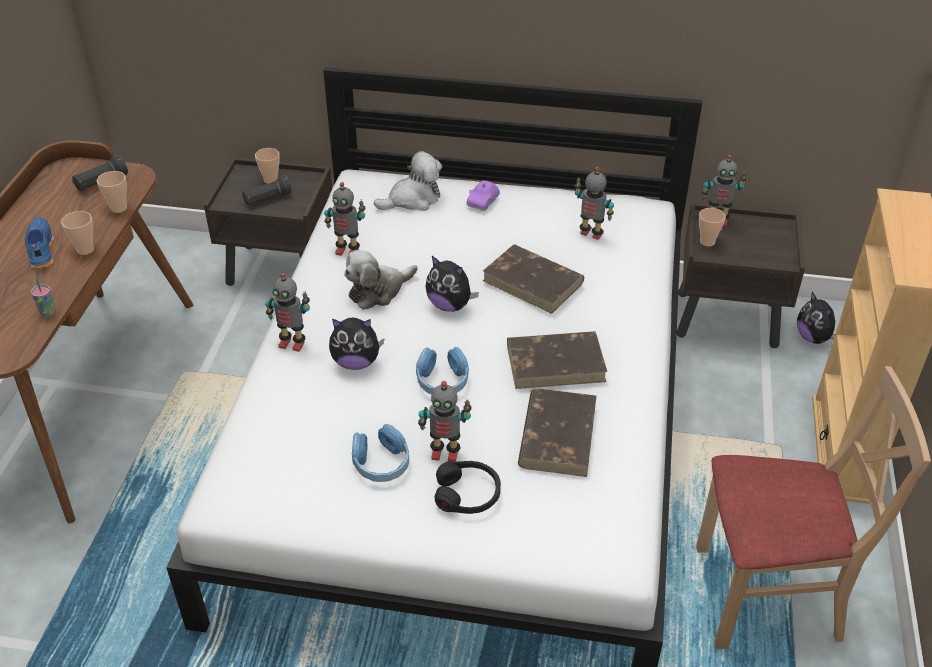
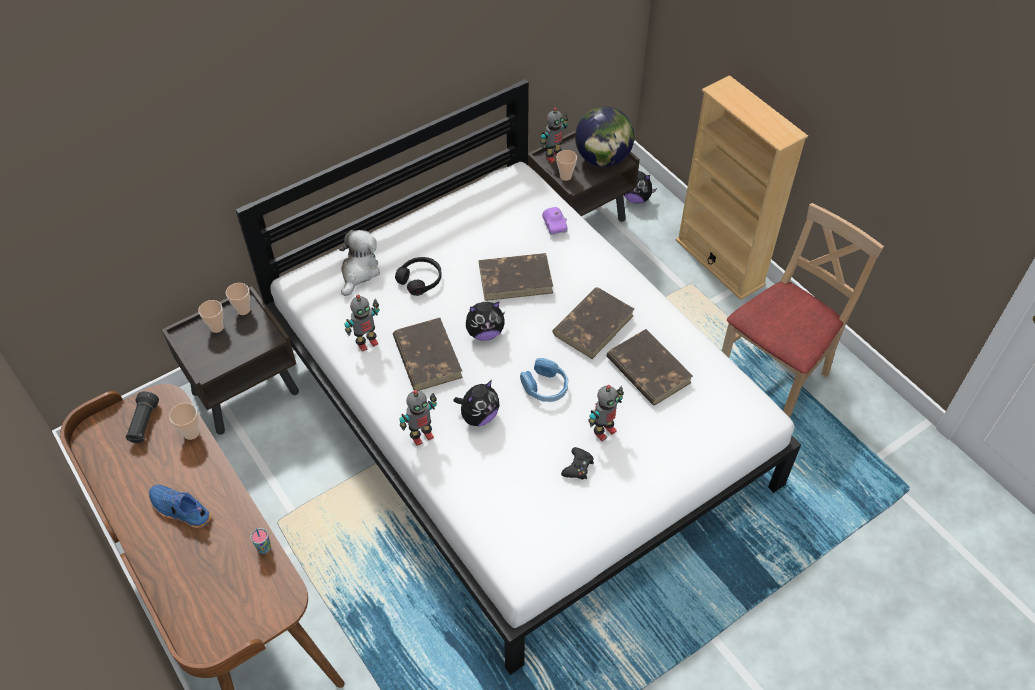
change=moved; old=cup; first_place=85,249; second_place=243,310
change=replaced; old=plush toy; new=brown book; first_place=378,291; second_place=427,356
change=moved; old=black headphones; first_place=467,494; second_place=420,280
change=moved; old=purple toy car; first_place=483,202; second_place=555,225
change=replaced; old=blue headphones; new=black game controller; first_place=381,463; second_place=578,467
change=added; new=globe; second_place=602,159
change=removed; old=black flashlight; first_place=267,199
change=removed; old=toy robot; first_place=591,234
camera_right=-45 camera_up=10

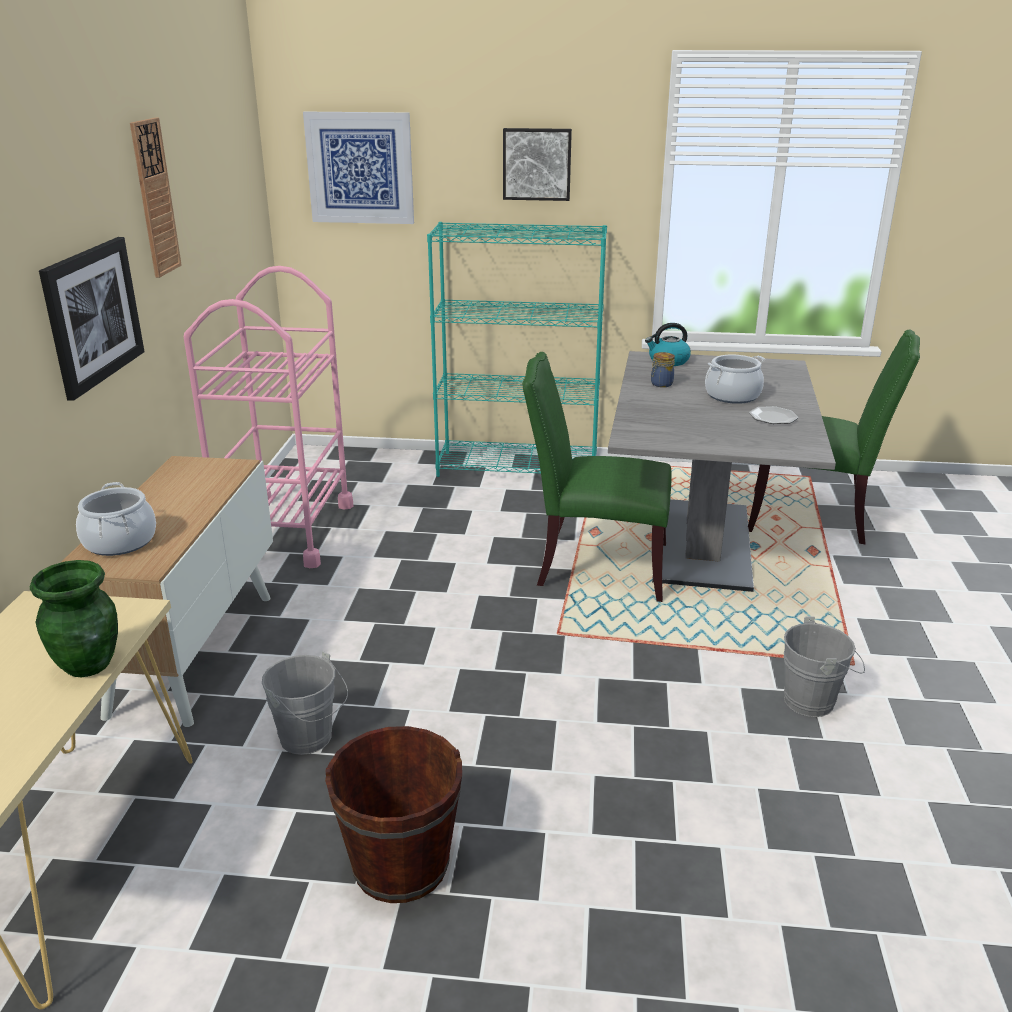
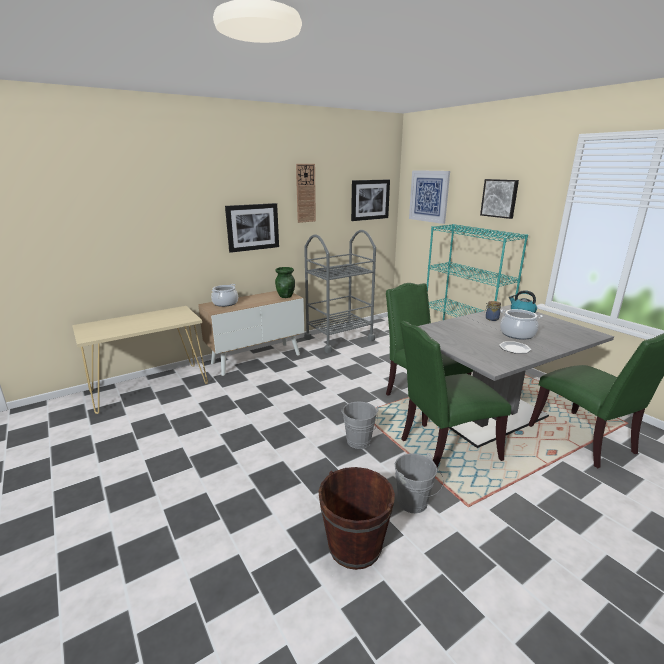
change=moved; old=green vase; first_place=89,664; second_place=286,296
change=recoloured; old=pink cart; new=grey cart; first_place=286,531; second_place=339,339
change=moved; old=brown bucket; first_place=401,865; second_place=354,546
change=moved; old=grey bucket; first_place=310,740; second_place=359,443
change=added; new=picture; second_place=370,200
change=added; new=green chair; second_place=445,449
camera_right=50 camera_up=-5

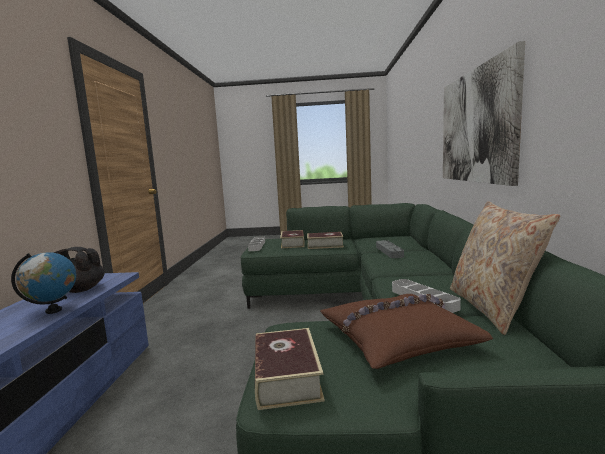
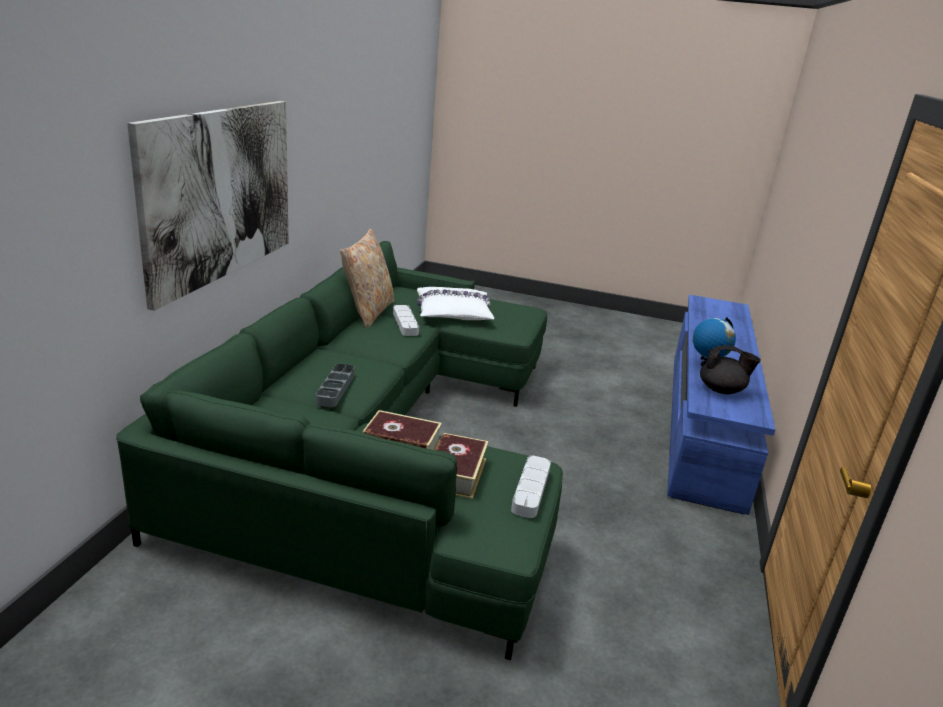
change=recoloured; old=brown pillow; new=white pillow; first_place=397,338; second_place=453,313
change=removed; old=book; first_place=286,376
camera_right=-170 camera_up=15

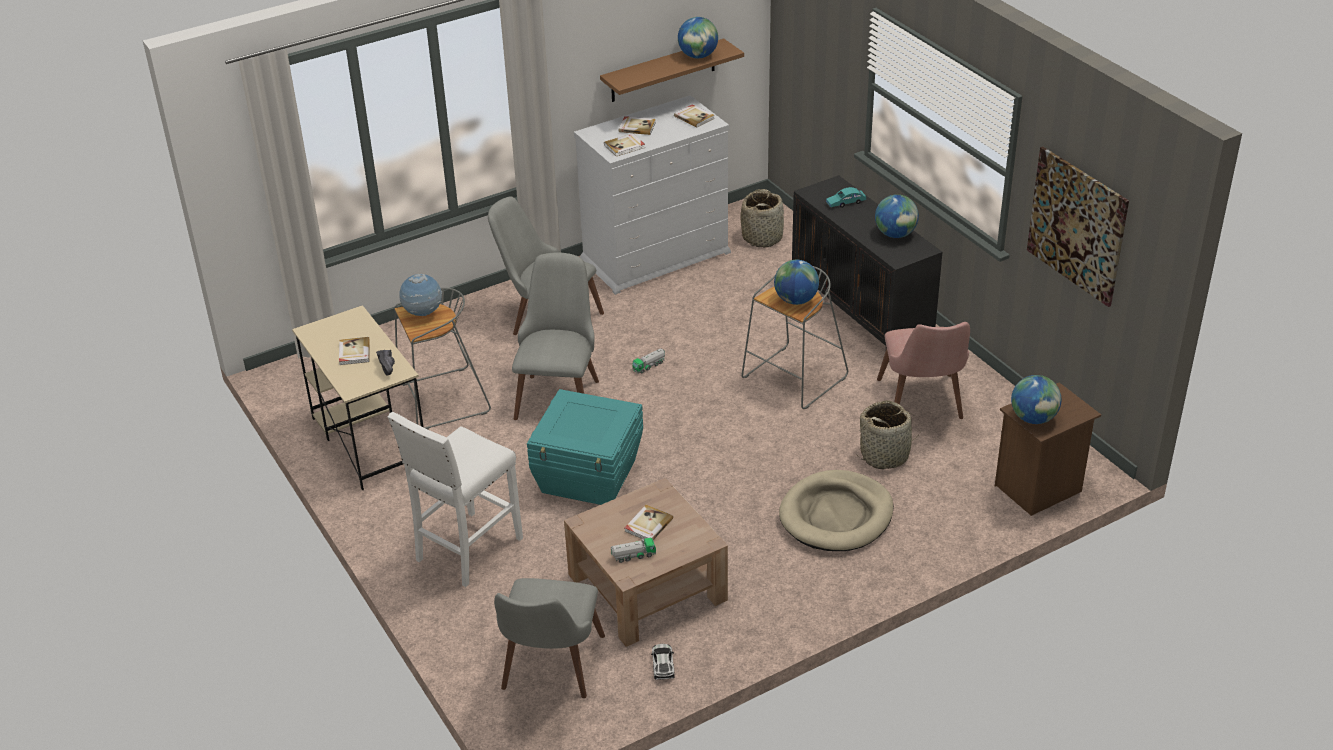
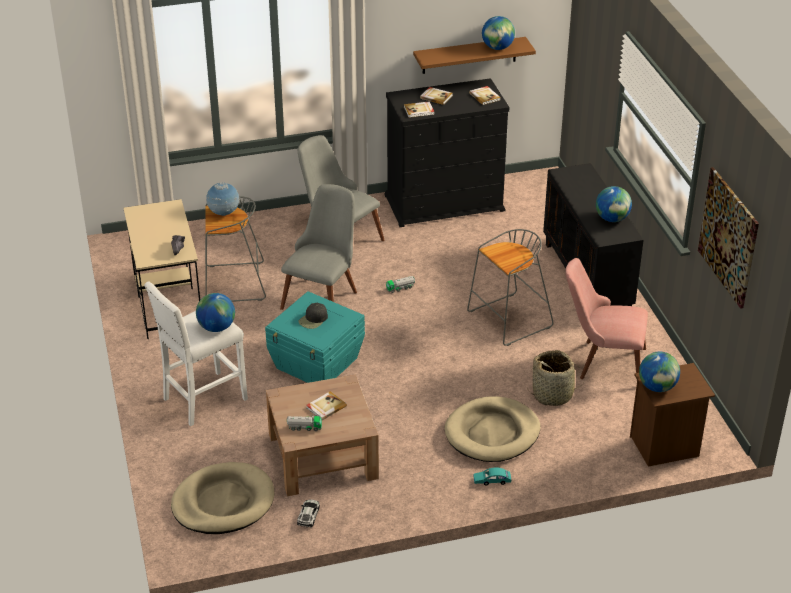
change=replaced; old=grey chair; new=beige dog bed; first_place=549,672; second_place=223,502
change=moved; old=globe; first_place=795,300; second_place=216,327
change=added; new=black cap; second_place=313,319
change=recoloured; old=white dresser; new=black dresser; first_place=656,256; second_place=445,203
change=moved; old=turquoise toy car; first_place=845,203; second_place=492,481
change=turned; old=pink chair; first_place=923,406; second_place=602,362; degrees=90
change=removed; old=book; first_place=354,353
change=removed; old=basket; first_place=762,237
camera_right=15 camera_up=0

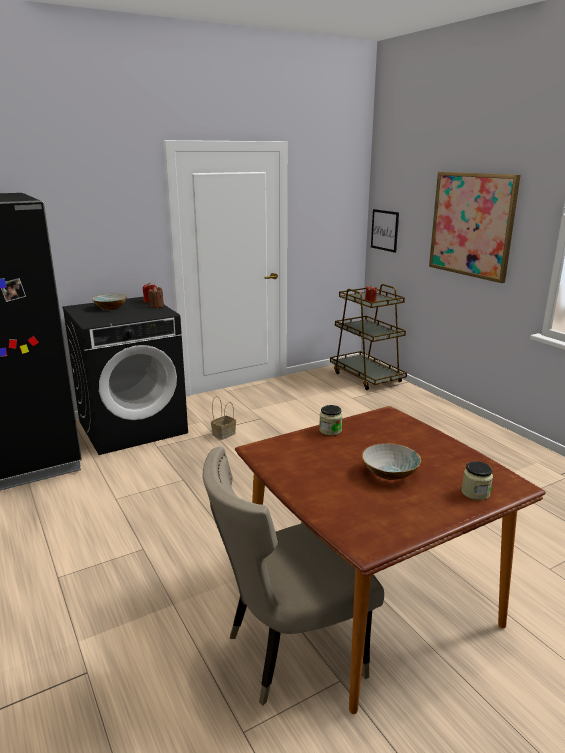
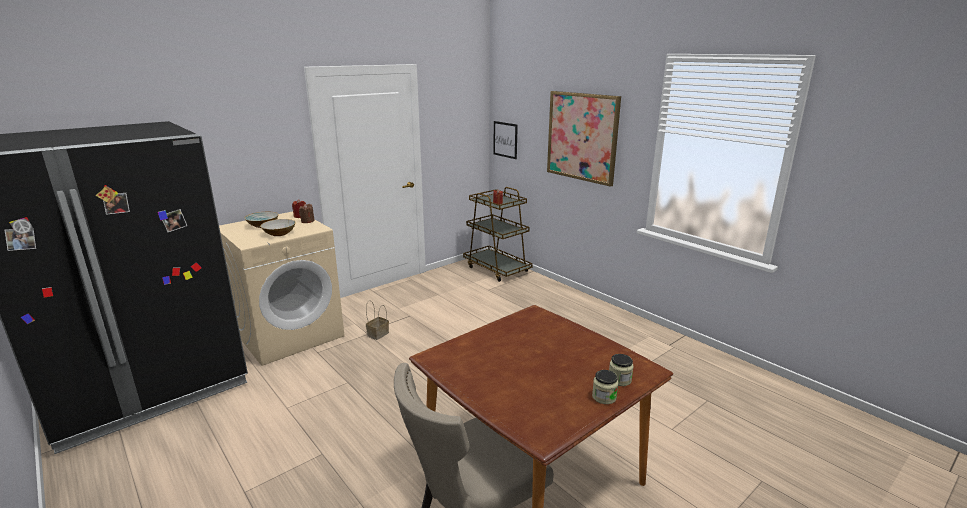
change=recoloured; old=black washing machine; new=beige washing machine; first_place=133,427; second_place=290,334
change=moved; old=bowl; first_place=389,473; second_place=279,234
change=moved; old=jar; first_place=330,430; second_place=604,397
camera_right=-10 camera_up=0

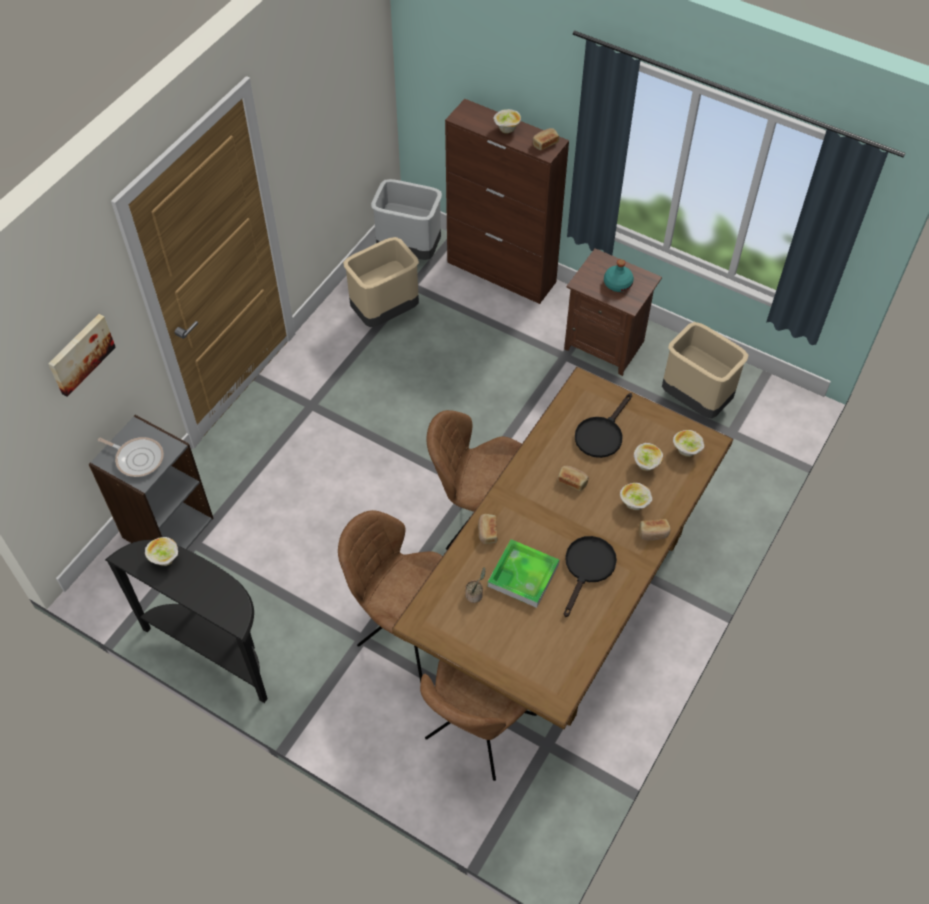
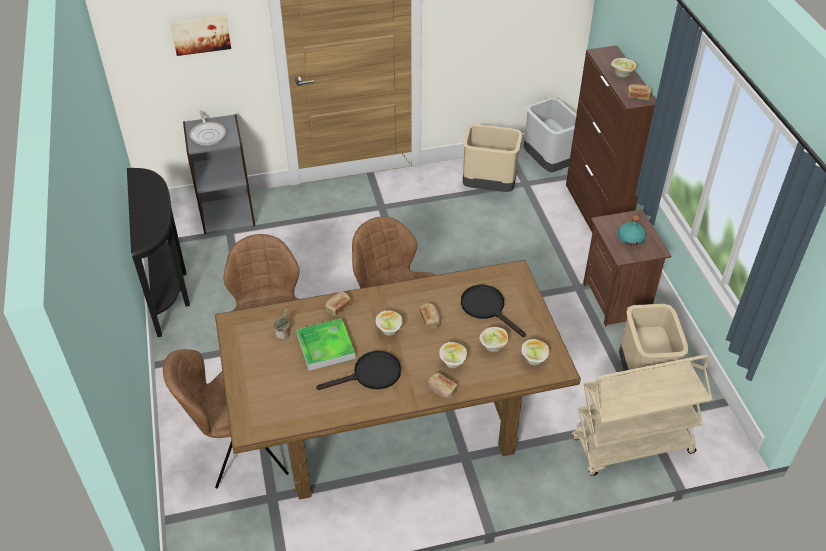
change=moved; old=bowl; first_place=165,559; second_place=389,331
change=turned; old=black frying pan; first_place=601,434; second_place=487,308; degrees=60
change=added; new=beige cart; second_place=632,446
camera_right=45 camera_up=-10

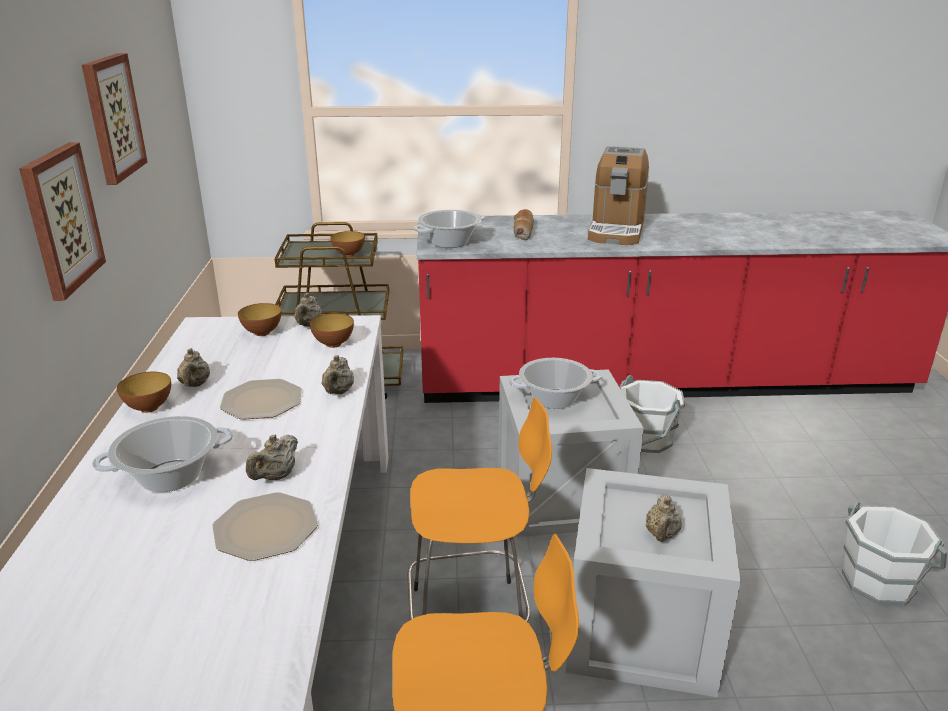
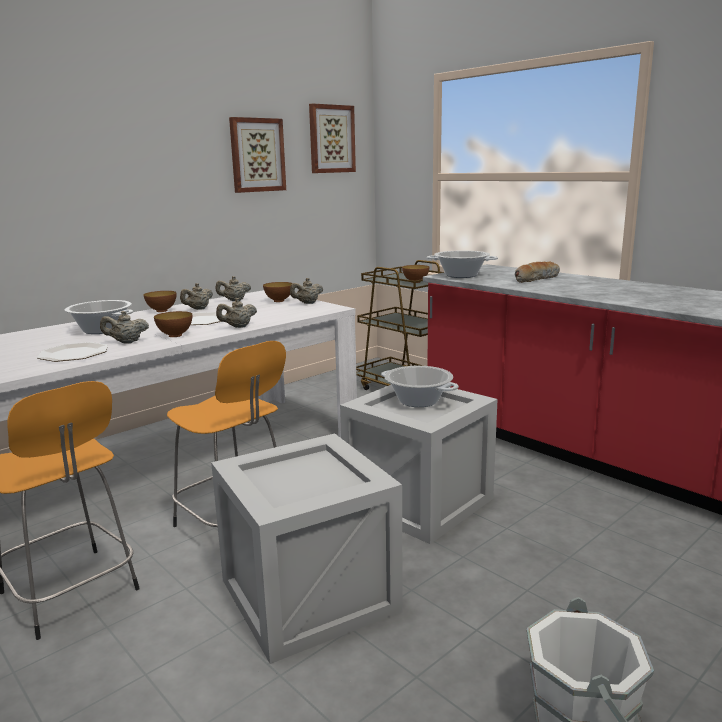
change=moved; old=bowl; first_place=333,344; second_place=175,335
change=moved; old=beige teapot; first_place=661,535; second_place=234,300
change=moved; old=picture; first_place=61,219; second_place=331,139
change=removed; old=coffee machine; first_place=616,230
change=removed; old=white bucket; first_place=645,439
camera_right=50 camera_up=-10

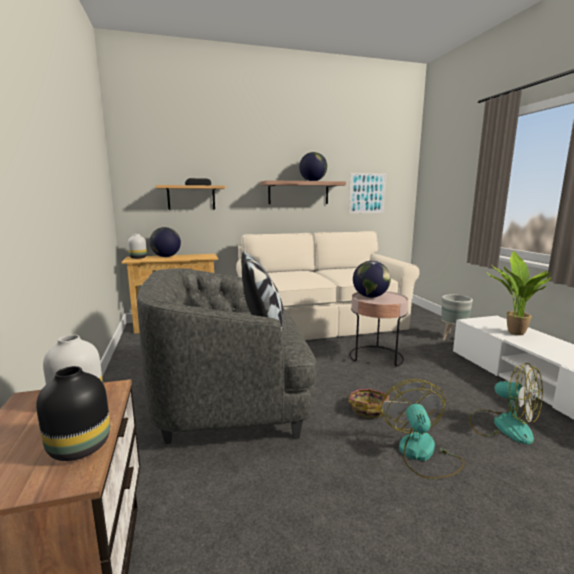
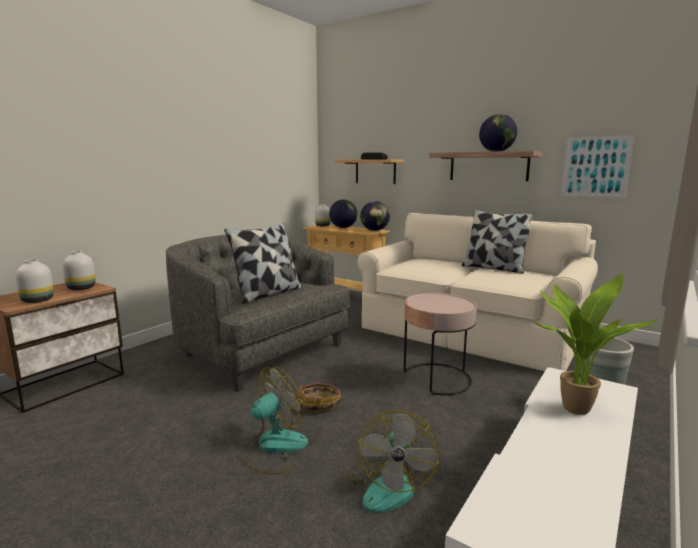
change=recoloured; old=black vase; new=white vase; first_place=81,447; second_place=37,301
change=moved; old=globe; first_place=370,297; second_place=375,230
change=added; new=pillow; second_place=494,268
camera_right=50 camera_up=0

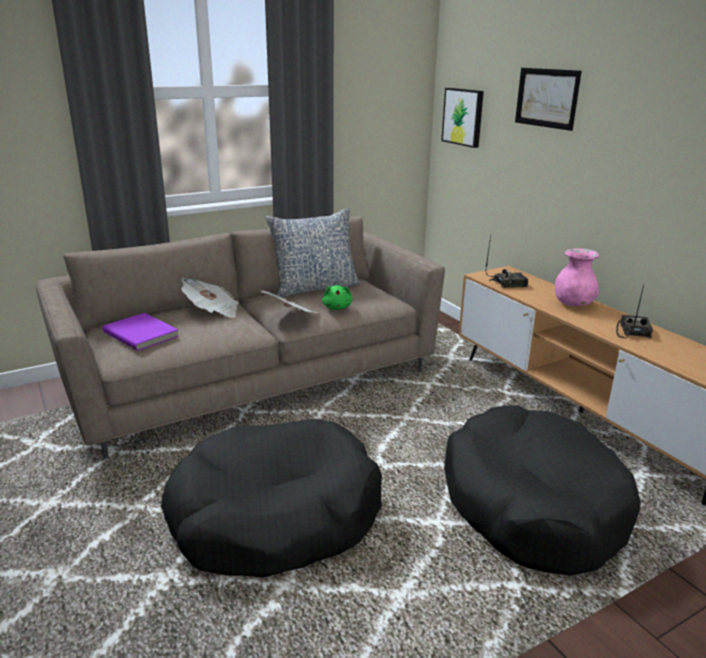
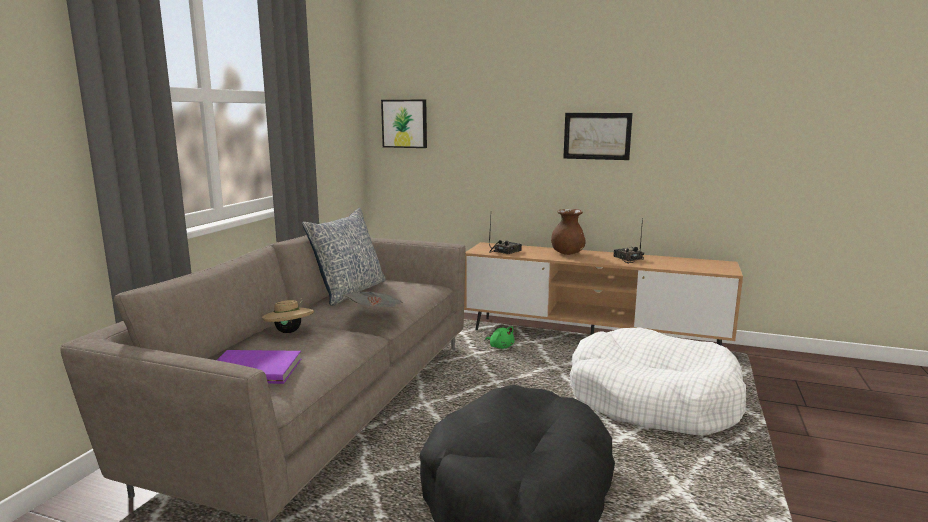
change=replaced; old=newspaper; new=beige hat; first_place=212,311; second_place=289,332
change=moved; old=green plush toy; first_place=337,307; second_place=500,346
change=recoloured; old=pink vase; new=brown vase; first_place=573,304; second_place=567,253
change=moved; old=picture; first_place=547,98; second_place=597,136
change=recoloured; old=black dog bed; new=white dog bed; first_place=531,504; second_place=652,400
camera_right=-40 camera_up=-10

